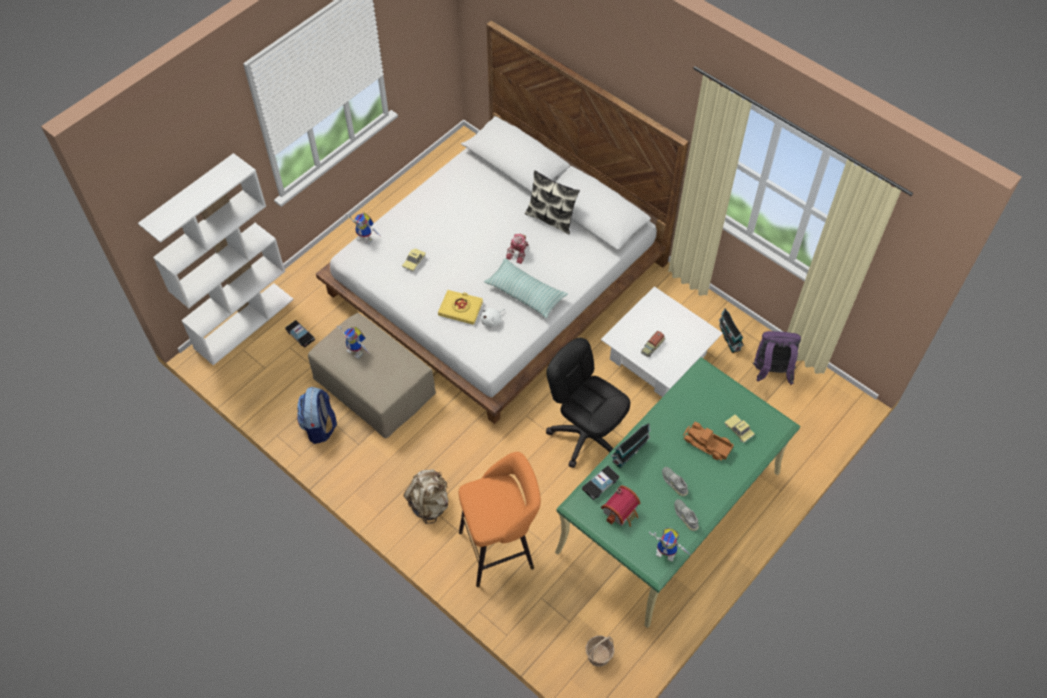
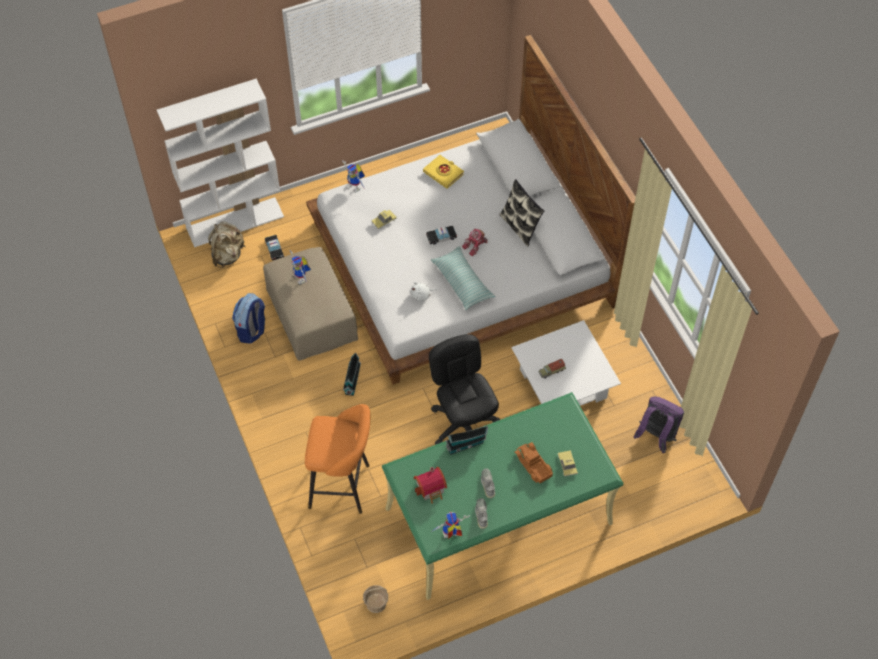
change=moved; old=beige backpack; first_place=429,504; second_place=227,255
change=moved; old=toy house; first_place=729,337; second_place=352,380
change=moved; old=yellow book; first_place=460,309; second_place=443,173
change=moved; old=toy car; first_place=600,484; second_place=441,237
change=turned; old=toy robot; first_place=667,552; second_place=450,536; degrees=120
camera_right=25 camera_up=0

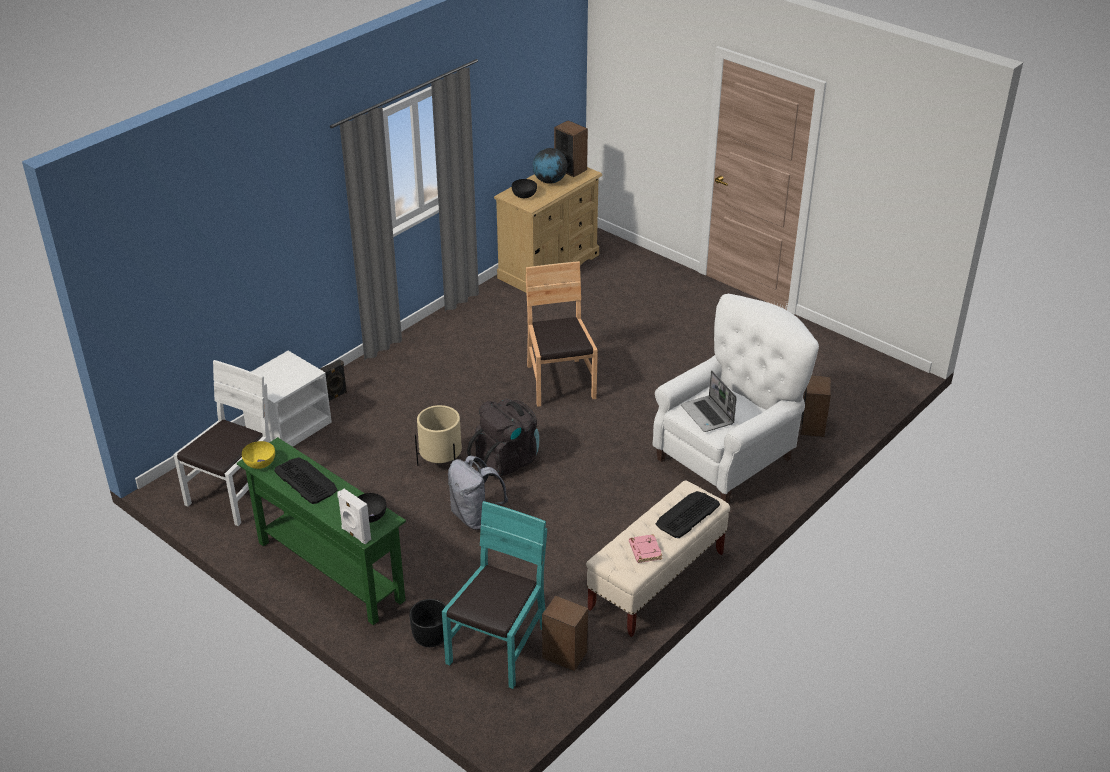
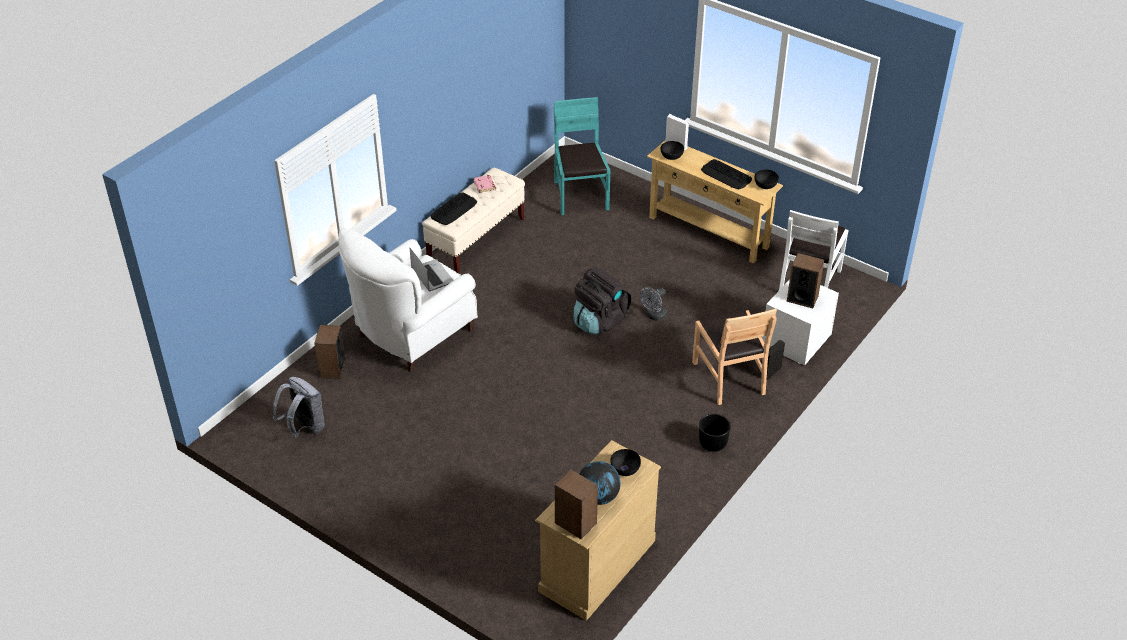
change=moved; old=grey backpack; first_place=475,517; second_place=304,428
change=turned; old=turquoise chair; first_place=498,646; second_place=580,196; degrees=150
change=replaced; old=beige planter; new=grey fan; first_place=441,462; second_place=654,316
change=recoloured; old=green console table; new=beige console table; first_place=329,571; second_place=708,232
change=moved; old=brown chair; first_place=559,382; second_place=729,377
change=moved; old=black planter; first_place=431,636; second_place=712,443
change=recoloured; old=yellow bowl; new=black bowl; first_place=259,463; second_place=766,185
change=moved; old=speaker; first_place=564,655; second_place=802,298
camera_right=175 camera_up=5

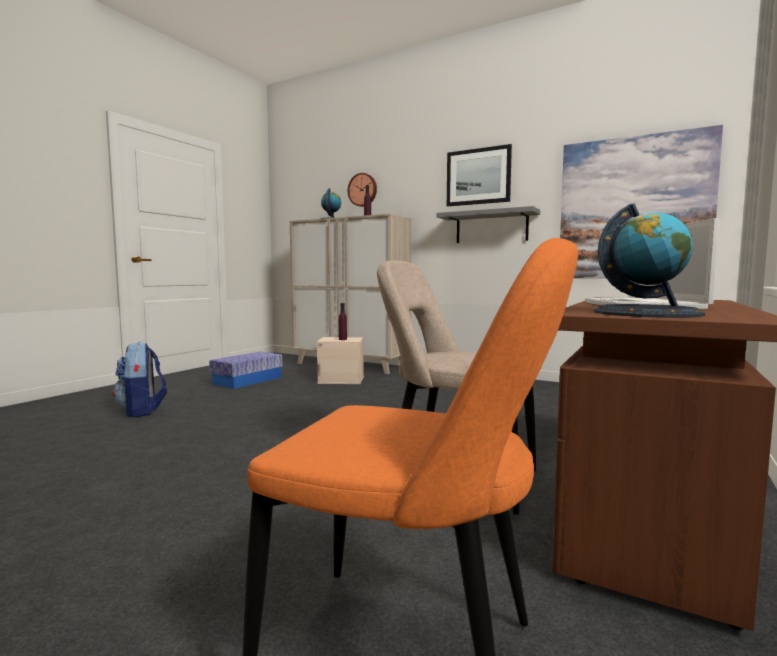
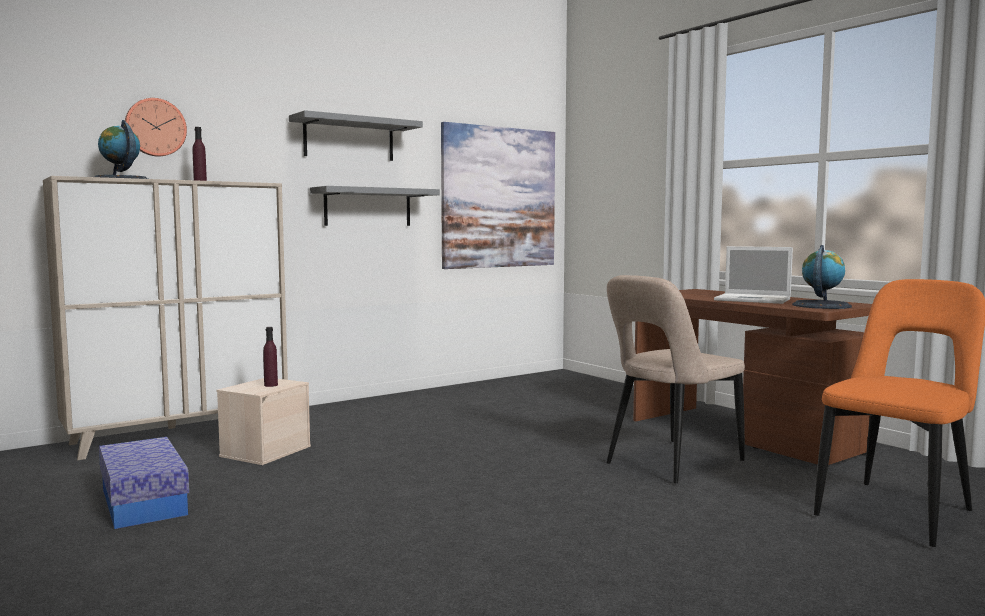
change=replaced; old=picture; new=grey shelf; first_place=478,176; second_place=349,139
change=removed; old=backpack; first_place=142,411
camera_right=-65 camera_up=0

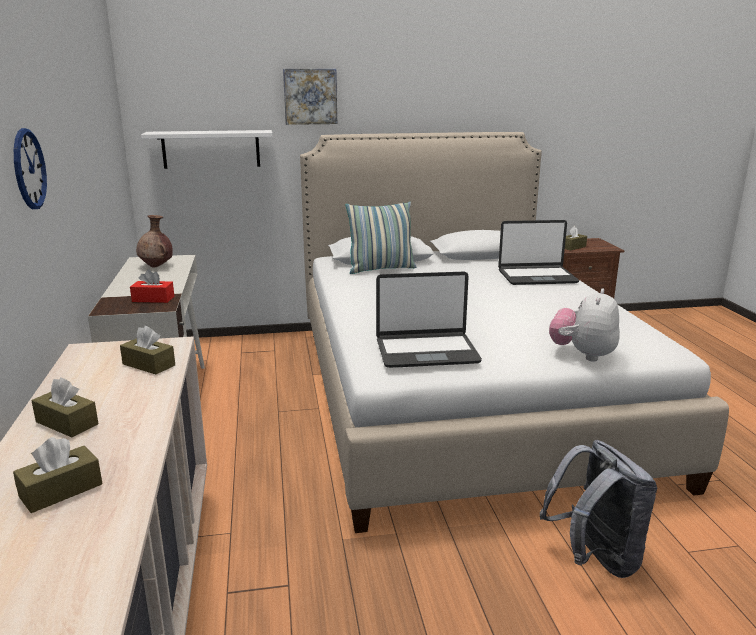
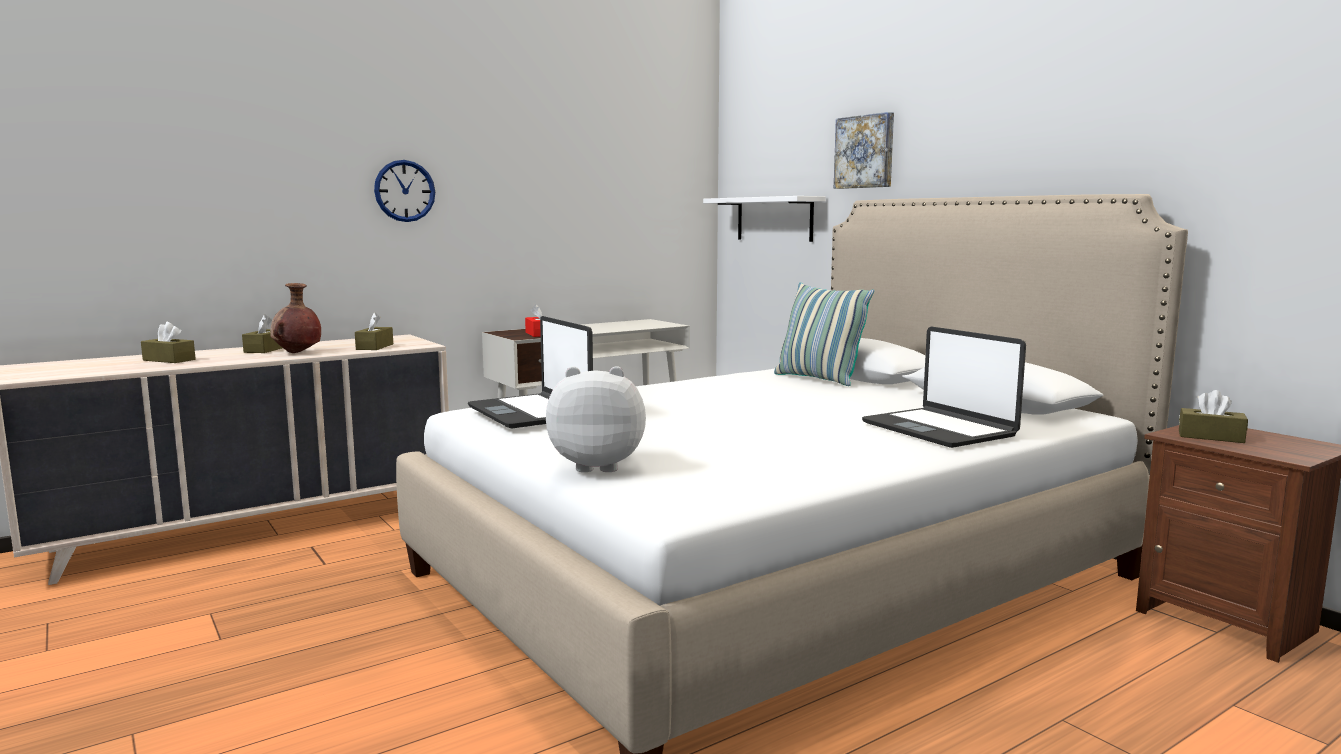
change=moved; old=brown vase; first_place=157,266; second_place=297,353
change=removed; old=grey backpack; first_place=595,558
camera_right=65 camera_up=-10

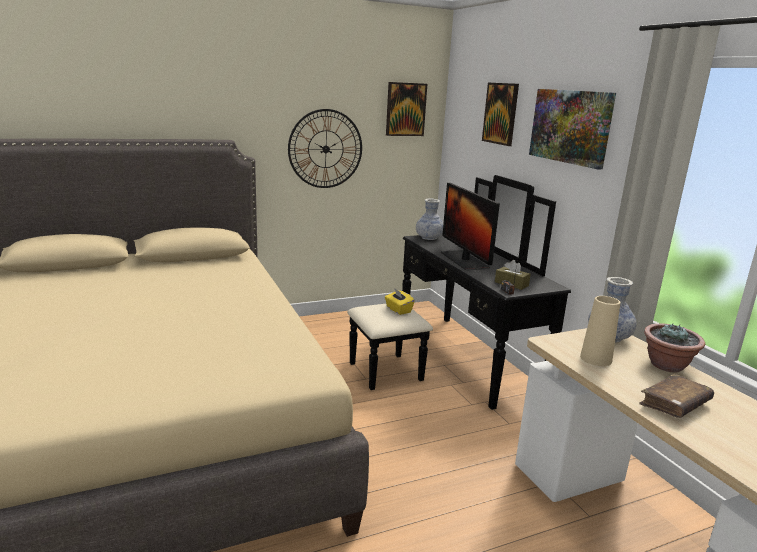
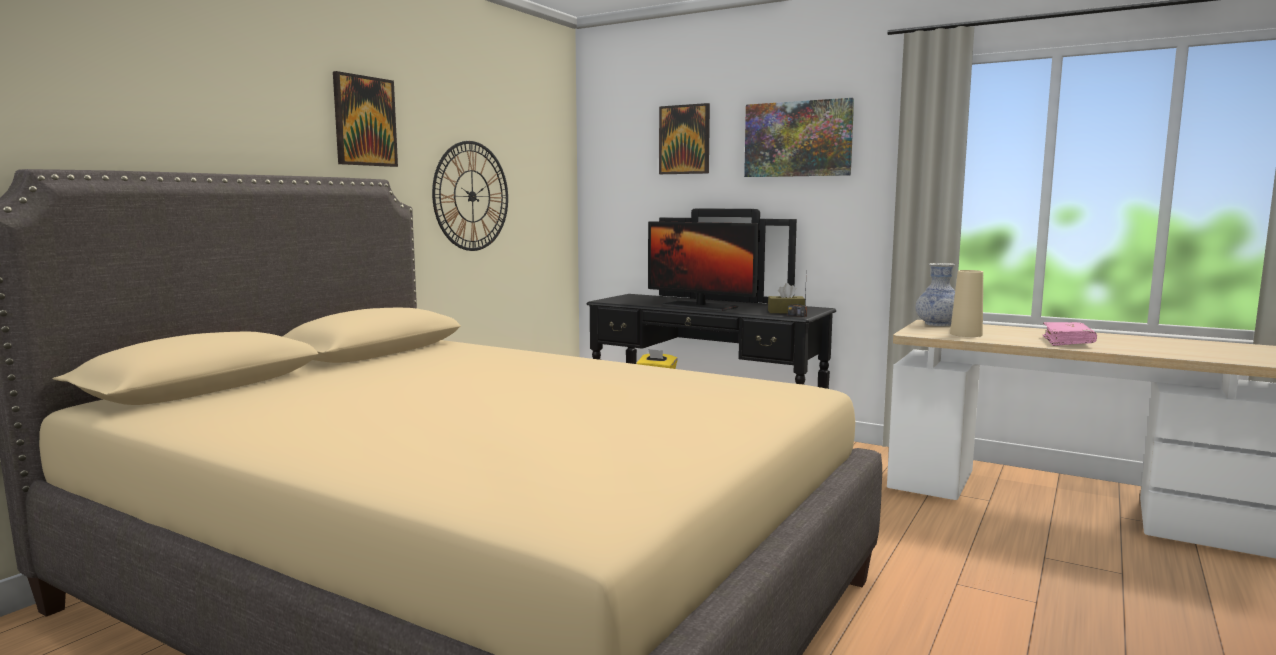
change=moved; old=picture; first_place=405,109; second_place=364,121
change=recoloured; old=brown book; new=pink book; first_place=674,404; second_place=1067,342
change=removed; old=vase; first_place=429,238
change=removed; old=potted plant; first_place=667,366
camera_right=-35 camera_up=-10

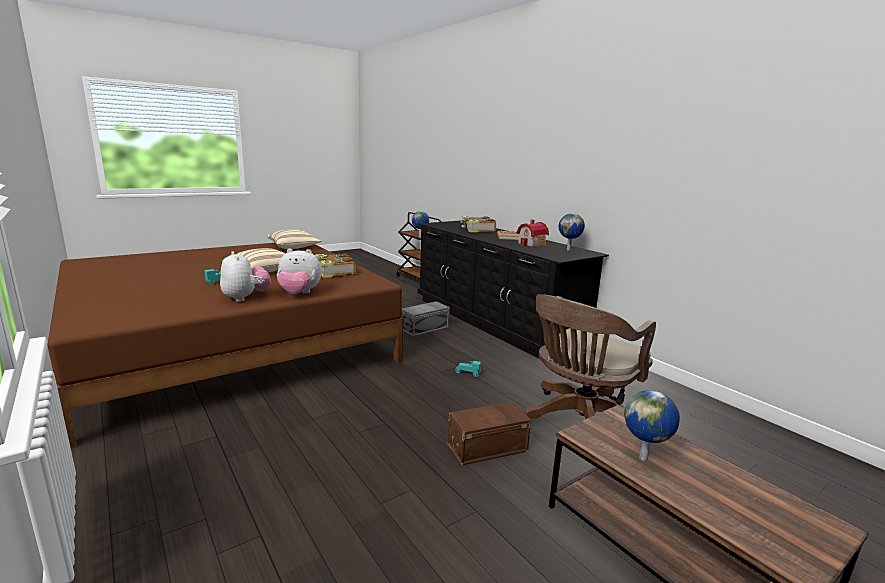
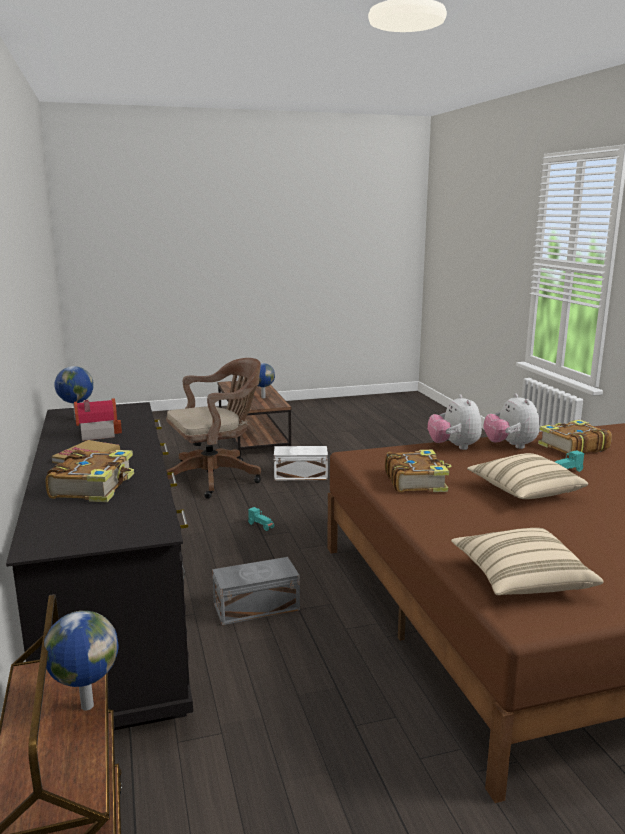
change=recoloured; old=brown storage box; new=white storage box; first_place=488,448; second_place=300,474
change=turned; old=plush toy; first_place=299,294; second_place=454,447; degrees=-120
change=added; new=book; second_place=572,447
camera_right=-160 camera_up=0

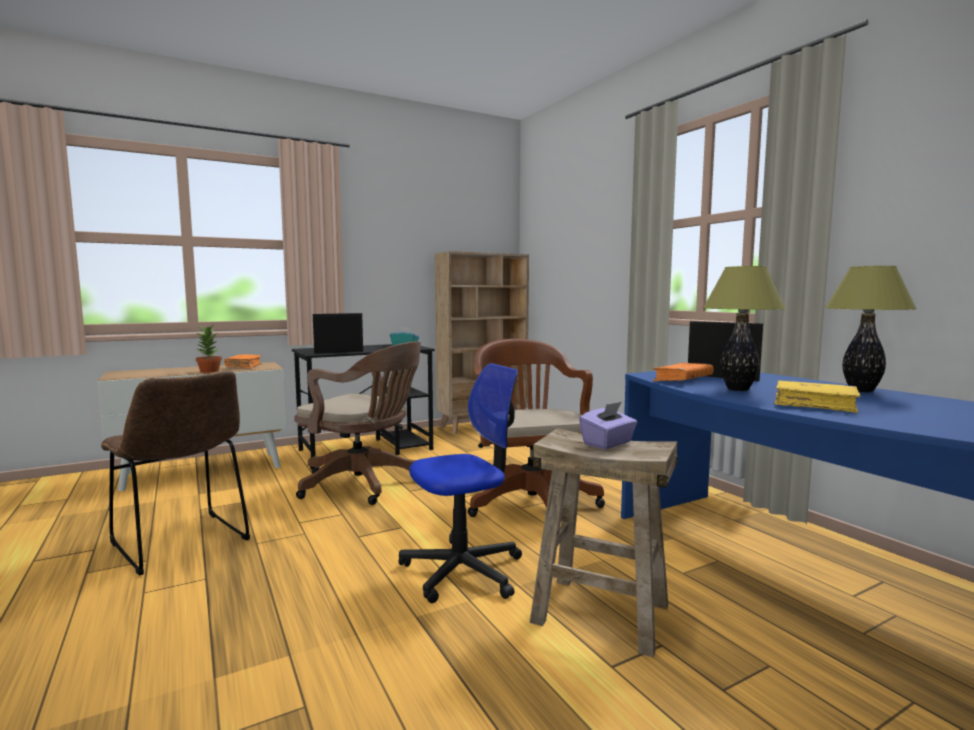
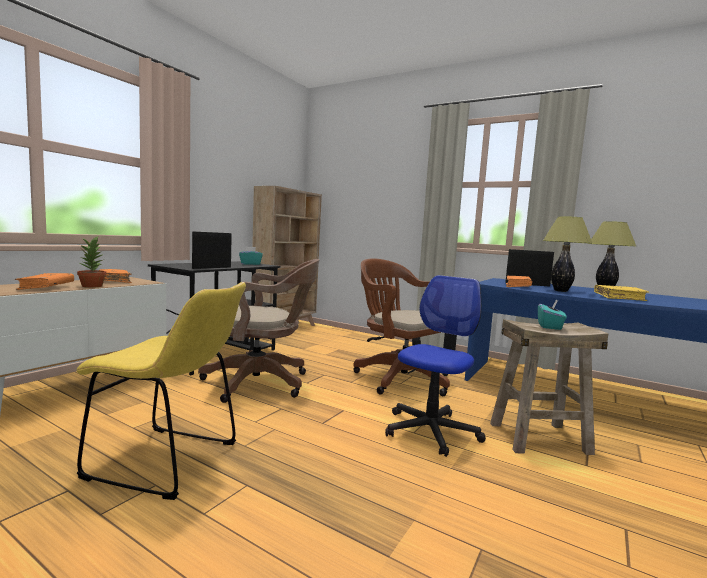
change=added; new=orange book; second_place=46,287
change=recoloured; old=brown chair; new=yellow chair; first_place=183,544; second_place=170,462
change=recoloured; old=purple tissue box; new=turquoise tissue box; first_place=608,443; second_place=549,326
camera_right=-30 camera_up=0

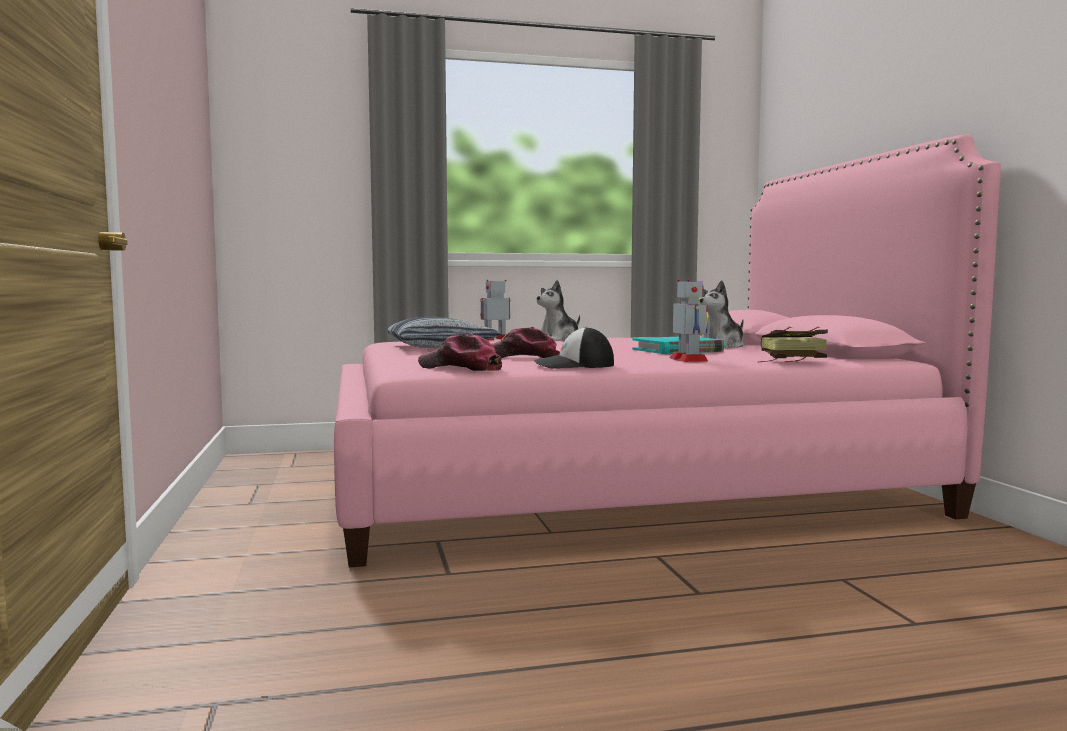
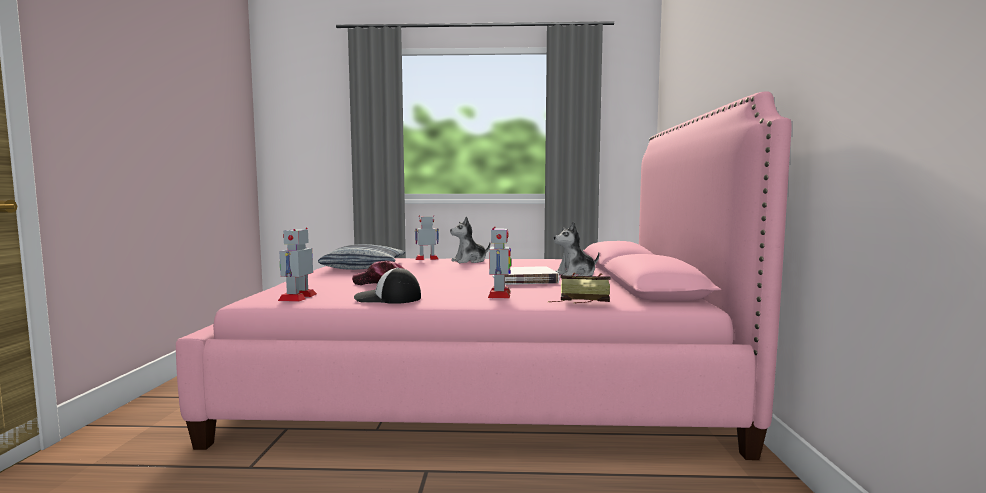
change=replaced; old=cap; new=toy robot; first_place=460,368; second_place=298,297
change=recoloured; old=turquoise book; new=white book; first_place=678,350; second_place=524,279
camera_right=15 camera_up=0

